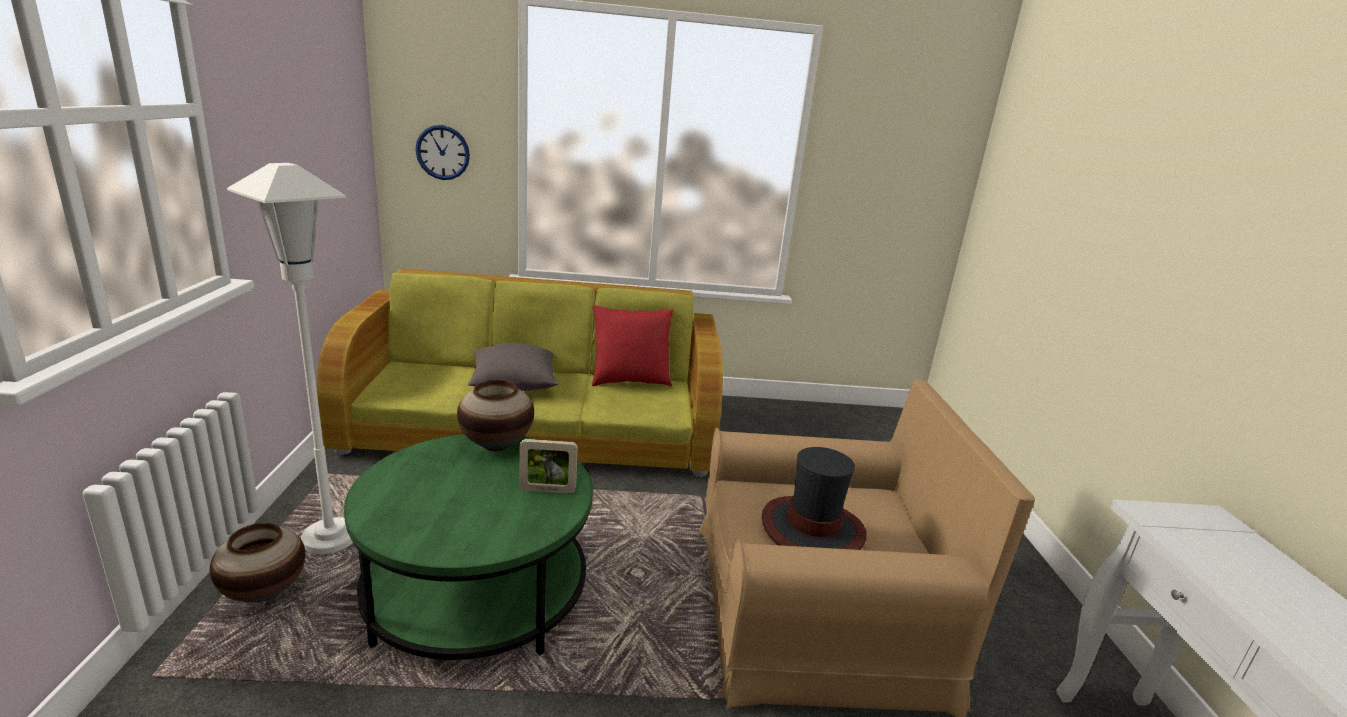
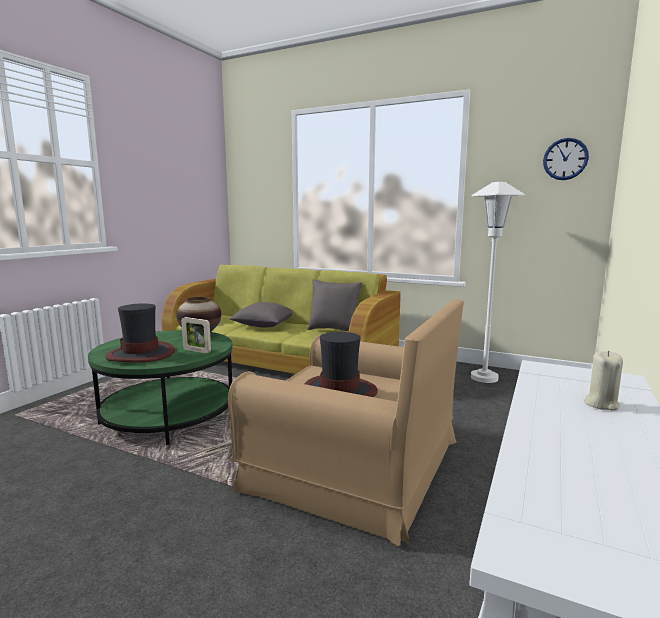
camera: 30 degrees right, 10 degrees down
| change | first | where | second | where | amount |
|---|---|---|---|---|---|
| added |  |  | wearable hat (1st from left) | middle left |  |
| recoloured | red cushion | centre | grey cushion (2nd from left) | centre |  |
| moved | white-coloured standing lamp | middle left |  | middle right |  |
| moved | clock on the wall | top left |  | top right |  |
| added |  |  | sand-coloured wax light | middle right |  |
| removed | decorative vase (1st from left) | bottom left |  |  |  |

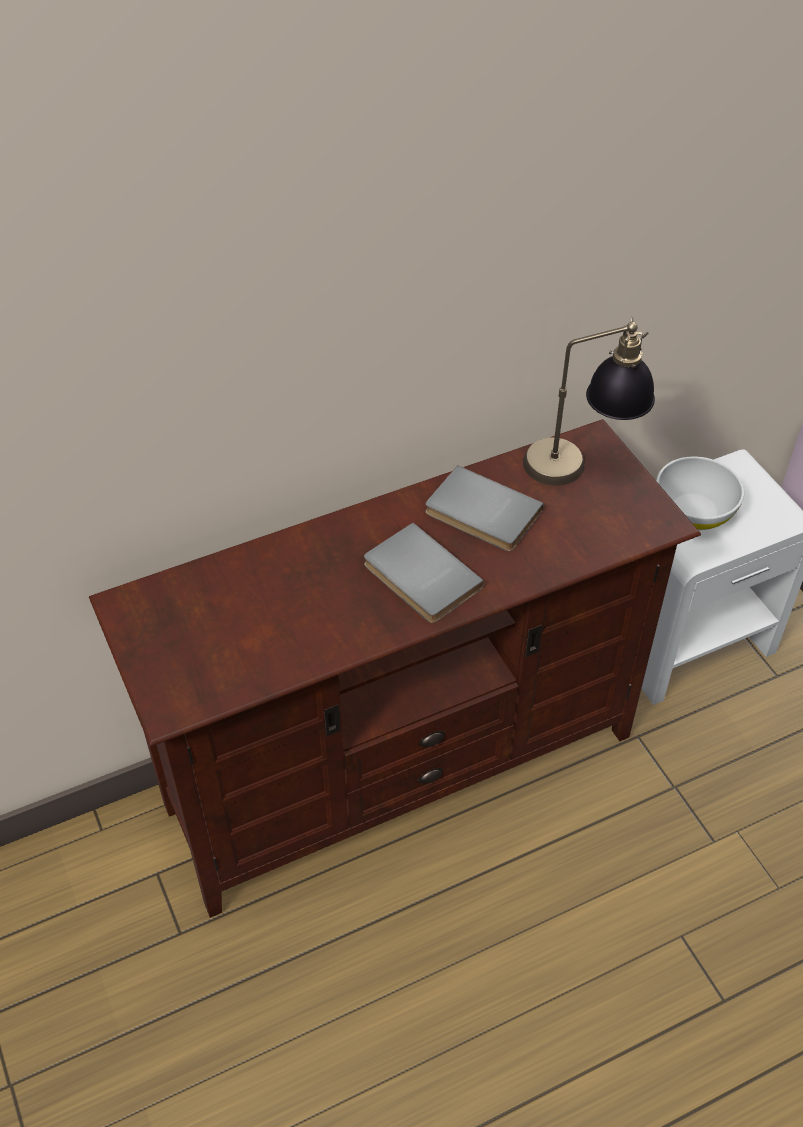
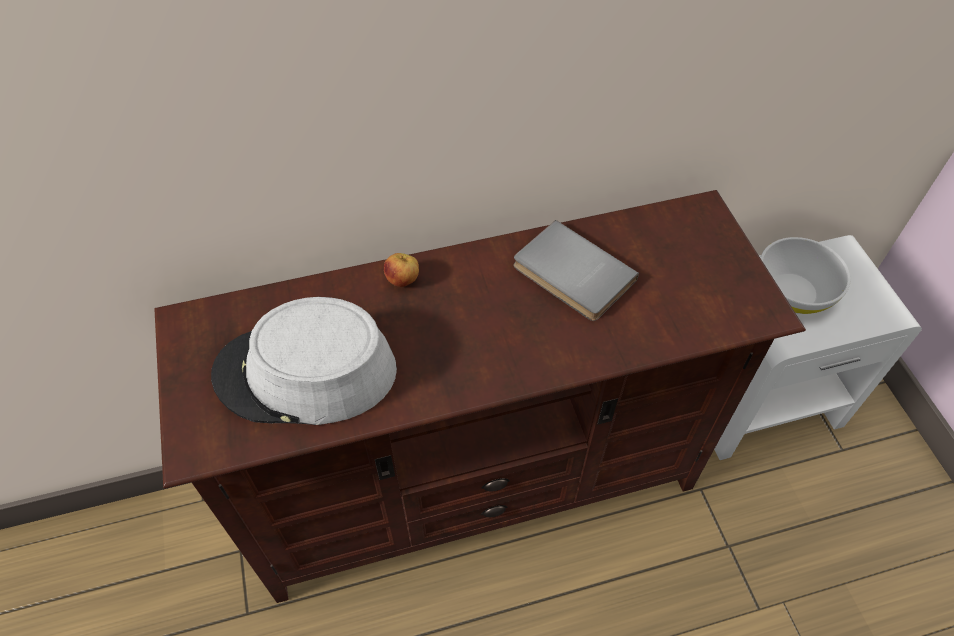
camera: 10 degrees right, 5 degrees up
| change | first | where | second | where | amount |
|---|---|---|---|---|---|
| added |  |  | grey wearable hat | middle left |  |
| added |  |  | apple fruit | centre |  |
| removed | grey book (1st from left) | centre |  |  |  |
| removed | lamp for a table | middle right |  |  |  |

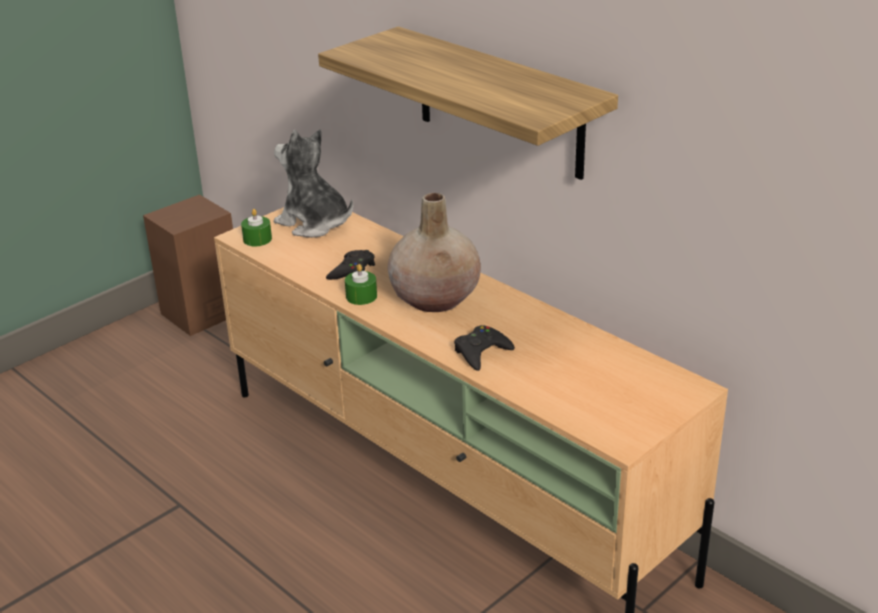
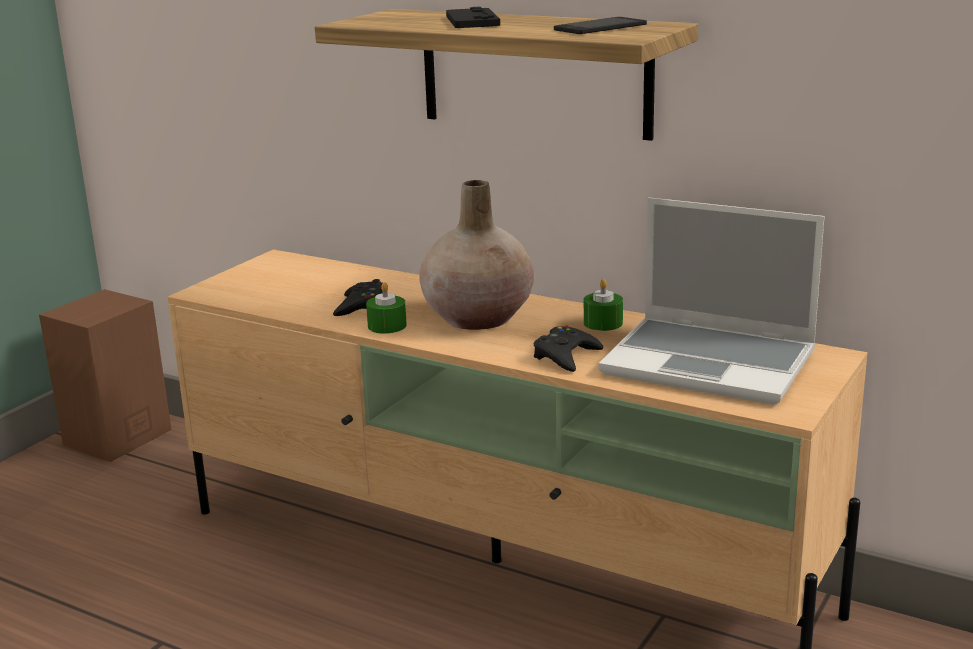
camera: 15 degrees left, 10 degrees down
| change | first | where | second | where | amount |
|---|---|---|---|---|---|
| added |  |  | black-coloured joypad (2nd from left) | top centre |  |
| added |  |  | handset | top centre |  |
| moved | green wax light (1st from left in the first image) | middle left | green wax light (2nd from left) | centre |  |
| added |  |  | portable computer | middle right |  |
| removed | soft toy | top centre |  |  |  |

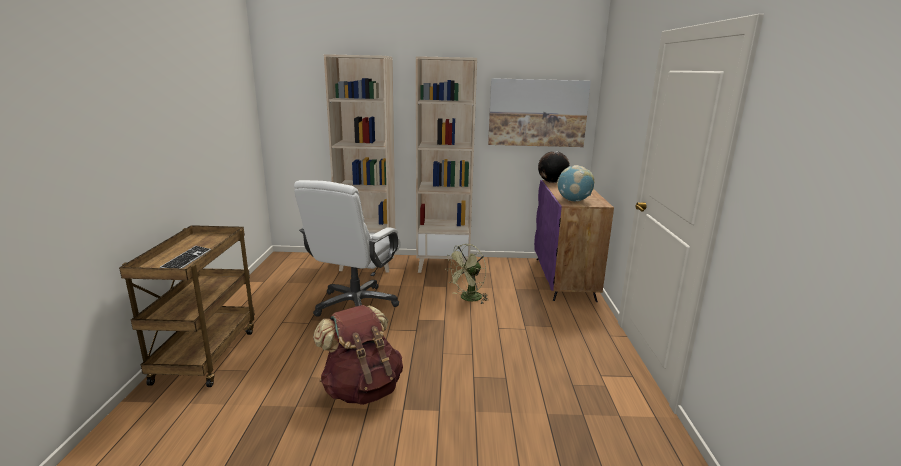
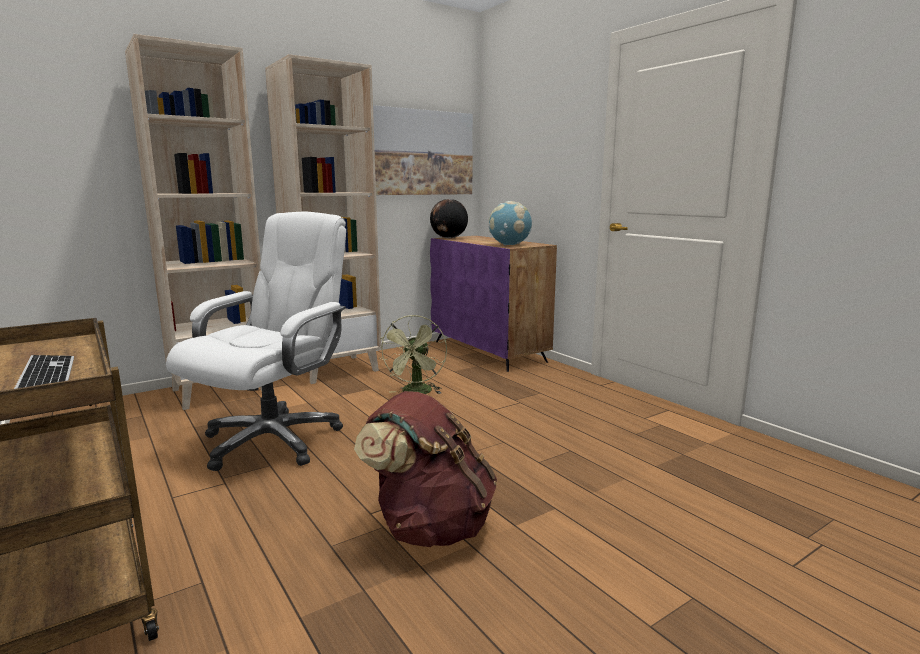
camera: 35 degrees left, 5 degrees down
| change | first | where | second | where | amount |
|---|---|---|---|---|---|
| turned | white-coloured office chair | centre |  | middle left | 135 degrees counterclockwise |

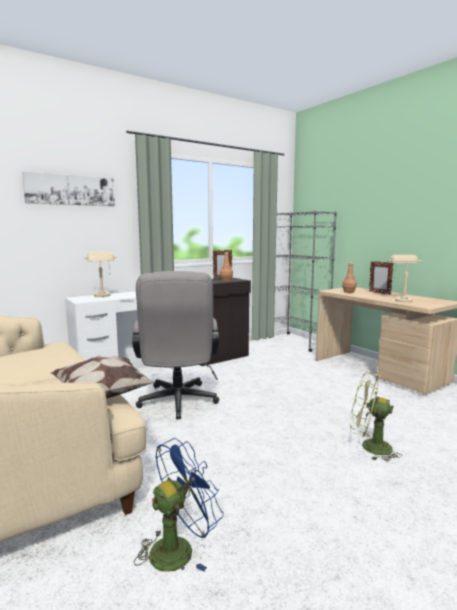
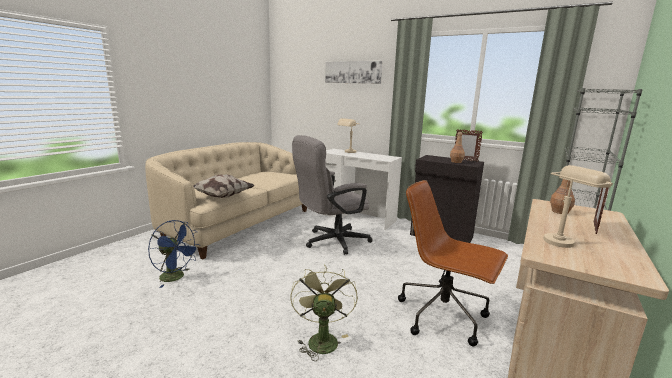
camera: 65 degrees right, 5 degrees up
| change | first | where | second | where | amount |
|---|---|---|---|---|---|
| added |  |  | brown-coloured office chair | bottom right |  |

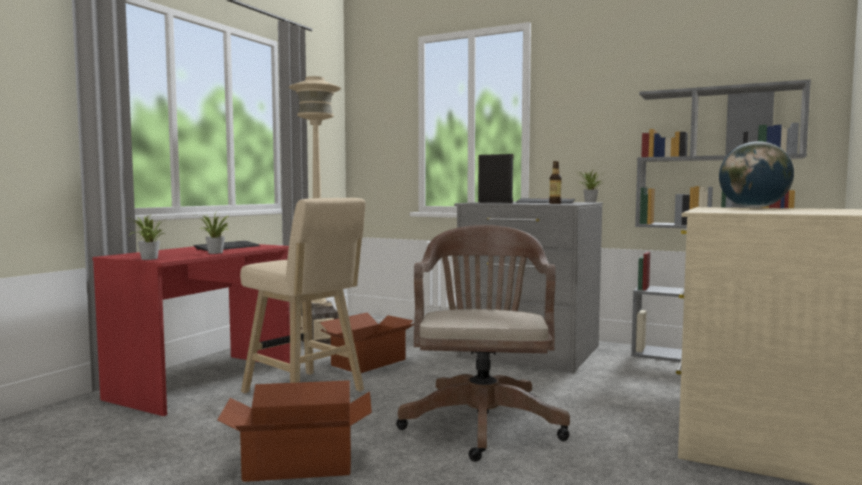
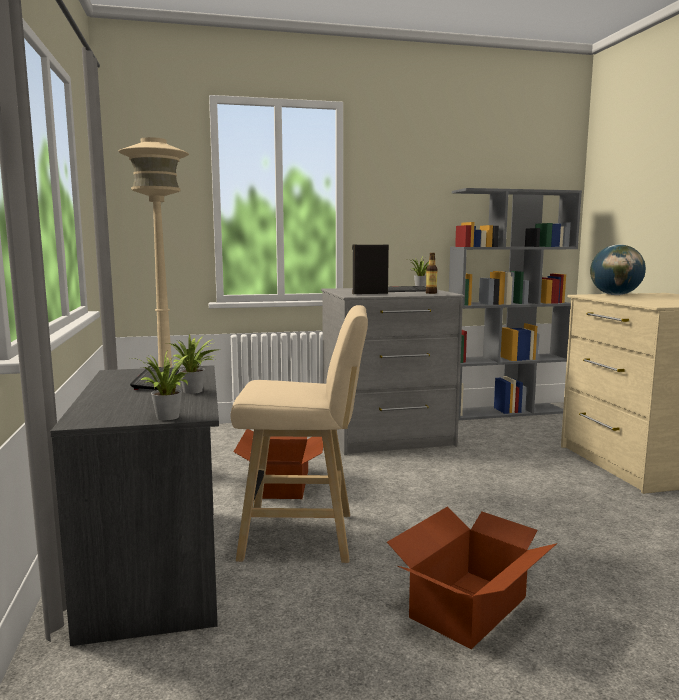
camera: 40 degrees left, 5 degrees up
| change | first | where | second | where | amount |
|---|---|---|---|---|---|
| recoloured | red desk | bottom left | grey desk | bottom left |  |
| removed | brown-coloured office chair | bottom centre |  |  |  |

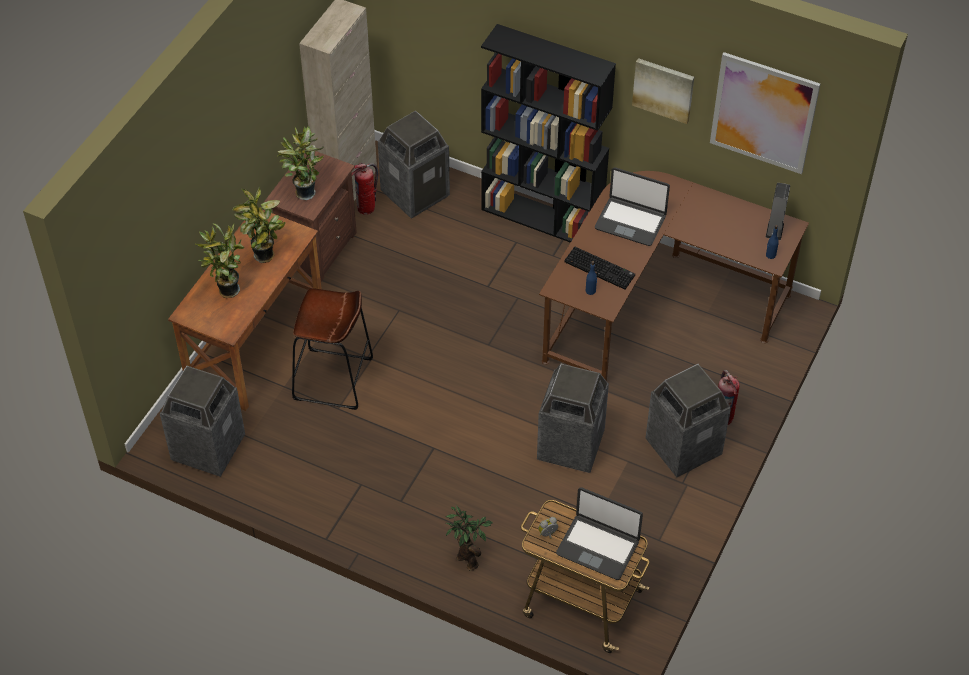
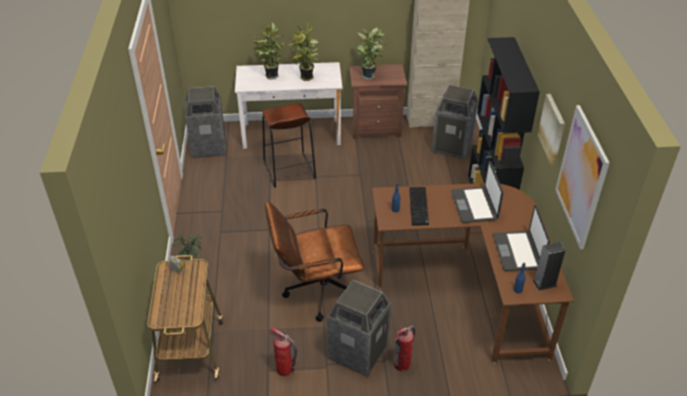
camera: 60 degrees right, 10 degrees down
| change | first | where | second | where | amount |
|---|---|---|---|---|---|
| recoloured | brown-coloured desk (1st from left) | middle left | white-coloured desk | top centre |  |
| replaced | waste bin (3rd from left) | centre | brown-coloured office chair | centre |  |
| moved | fire extinguisher (1st from left) | top centre |  | bottom centre |  |
| moved | portable computer (1st from left in the first image) | bottom centre | portable computer (2nd from left) | middle right |  |

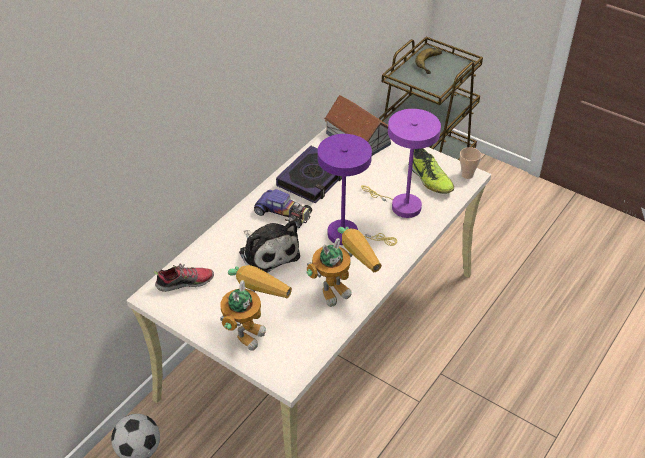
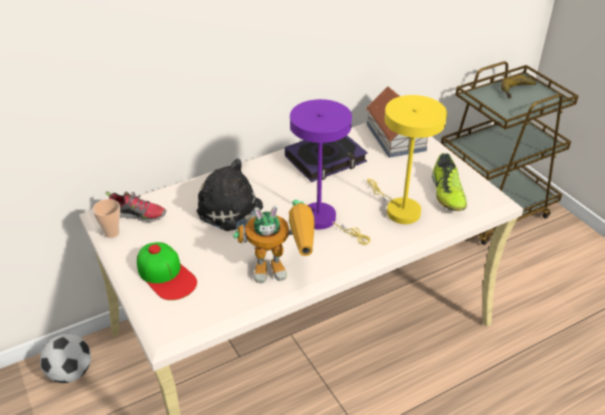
camera: 25 degrees right, 5 degrees down
| change | first | where | second | where | amount |
|---|---|---|---|---|---|
| moved | drinking cup | middle right |  | middle left |  |
| replaced | robot figure (1st from left) | bottom centre | cap | middle left |  |
| turned | soft toy | centre |  | centre | 135 degrees clockwise |
| recoloured | purple-coloured lamp for a table (2nd from left) | centre | yellowish lamp for a table | middle right |  |
| removed | toy car | centre |  |  |  |

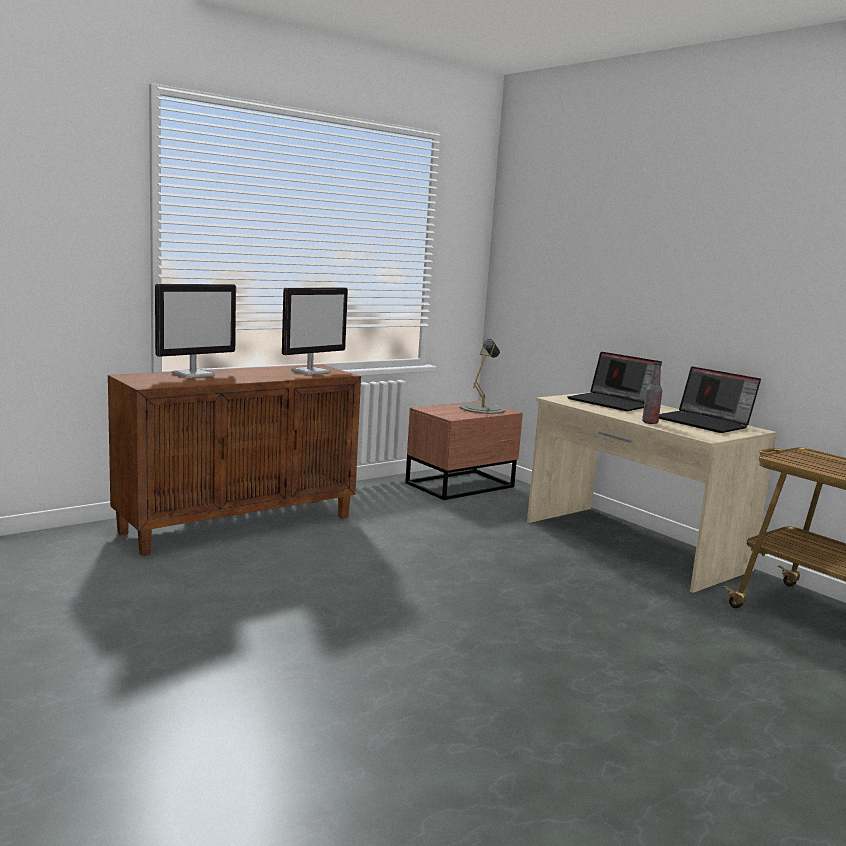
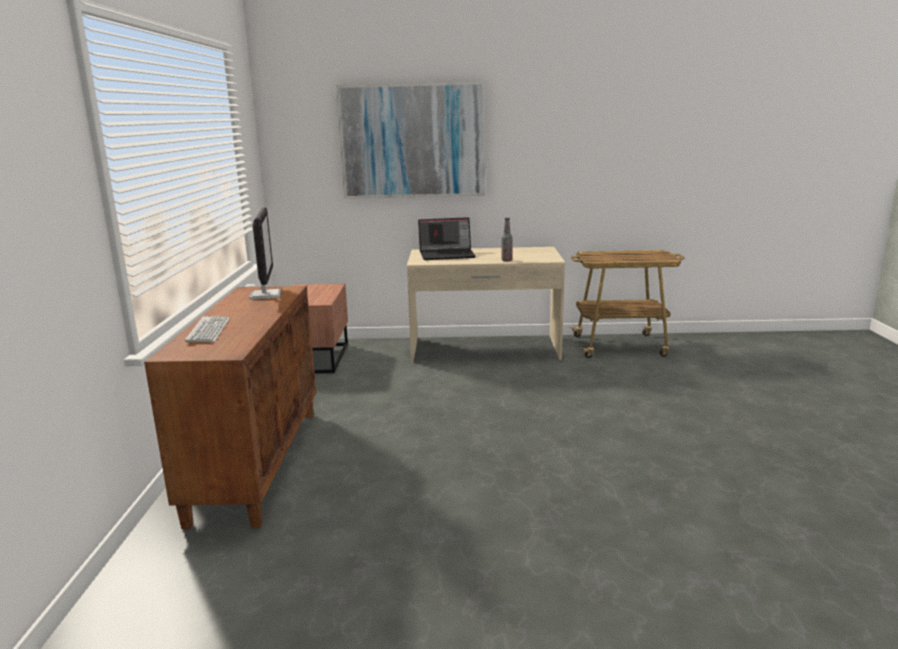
camera: 50 degrees left, 5 degrees up
| change | first | where | second | where | amount |
|---|---|---|---|---|---|
| replaced | computer screen (1st from left) | middle left | PC keyboard | middle left |  |
| added |  |  | wall picture | top centre |  |
| removed | grey lamp for a table | centre |  |  |  |
| removed | portable computer (2nd from left) | middle right |  |  |  |

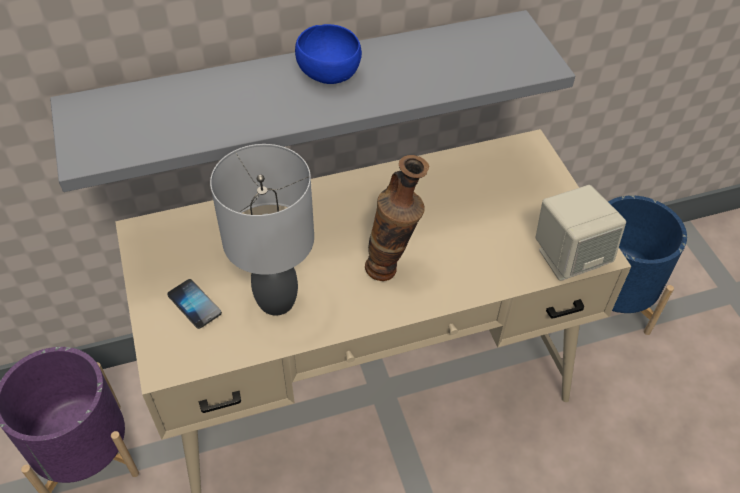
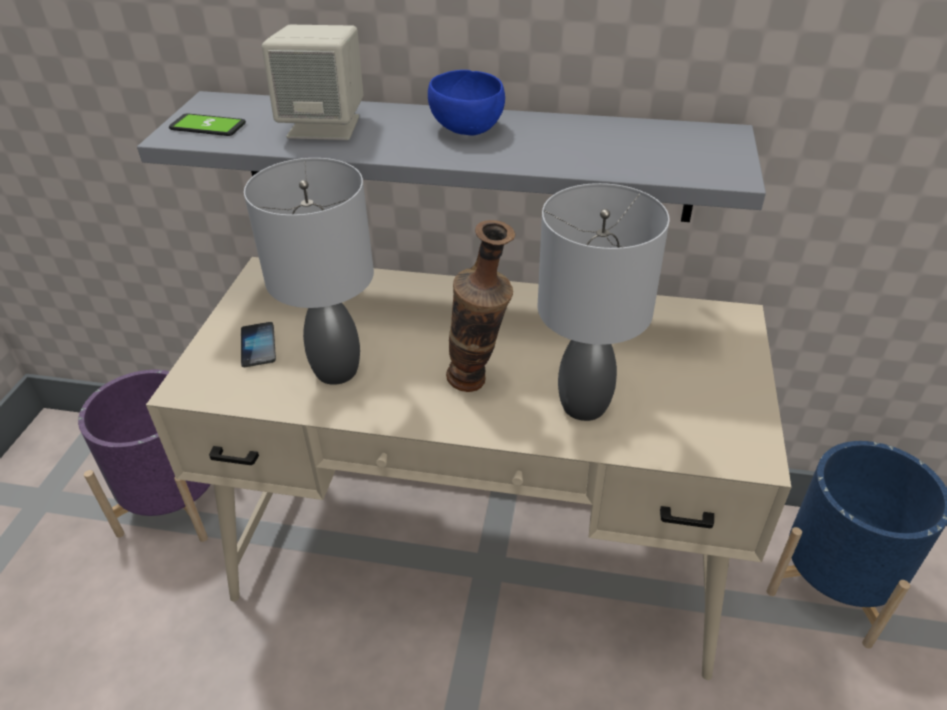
camera: 30 degrees right, 10 degrees down
| change | first | where | second | where | amount |
|---|---|---|---|---|---|
| added |  |  | handset (1st from left) | top left |  |
| moved | sand-coloured audio speaker | middle right |  | top left |  |
| added |  |  | grey lamp for a table (2nd from left) | centre |  |

